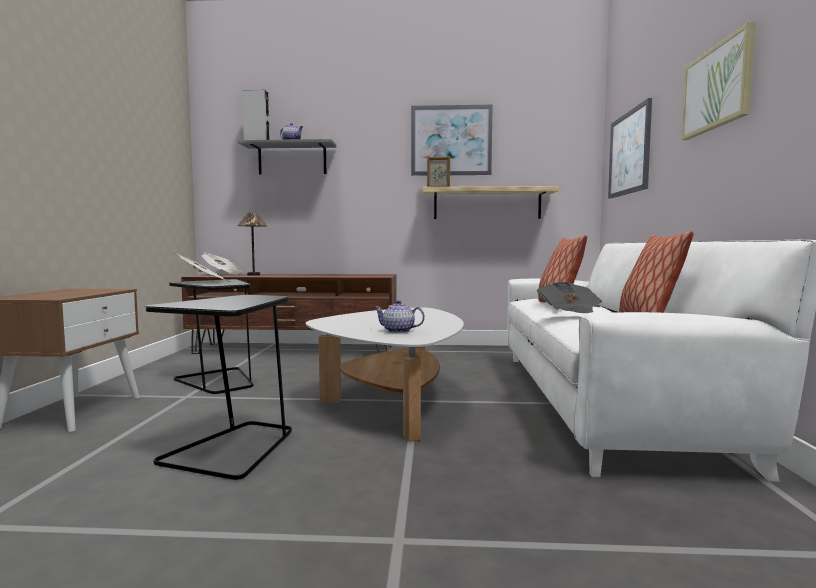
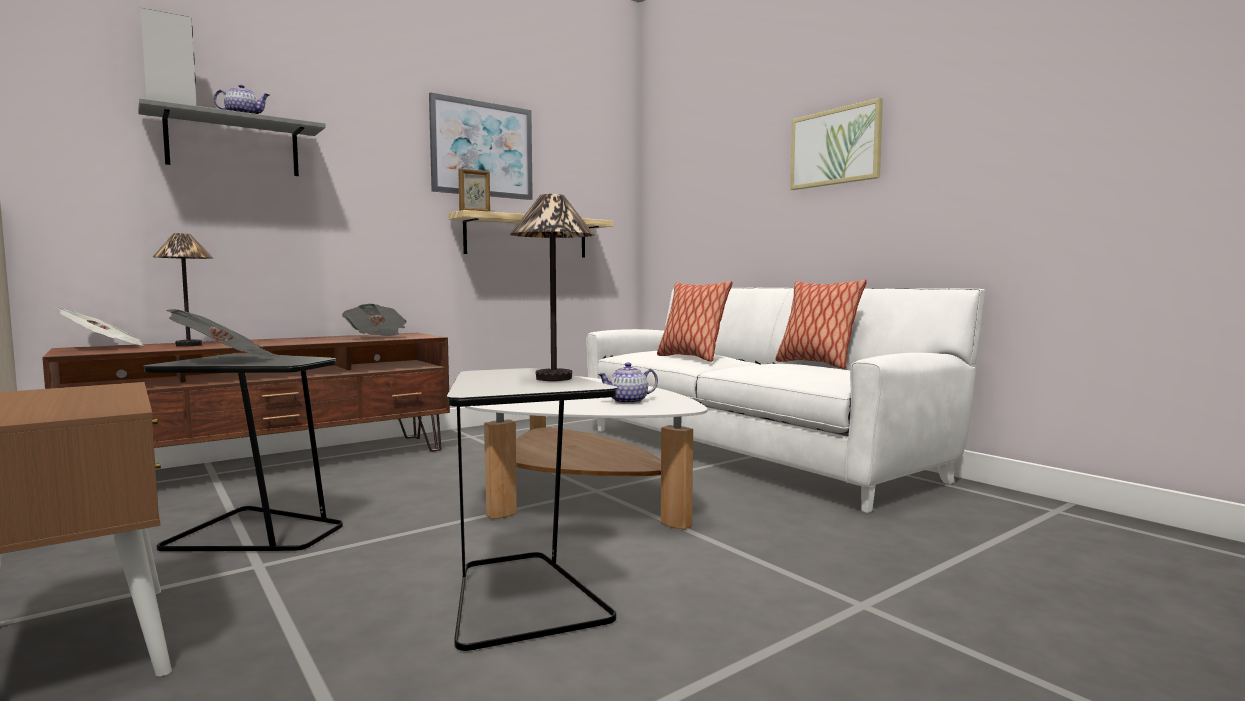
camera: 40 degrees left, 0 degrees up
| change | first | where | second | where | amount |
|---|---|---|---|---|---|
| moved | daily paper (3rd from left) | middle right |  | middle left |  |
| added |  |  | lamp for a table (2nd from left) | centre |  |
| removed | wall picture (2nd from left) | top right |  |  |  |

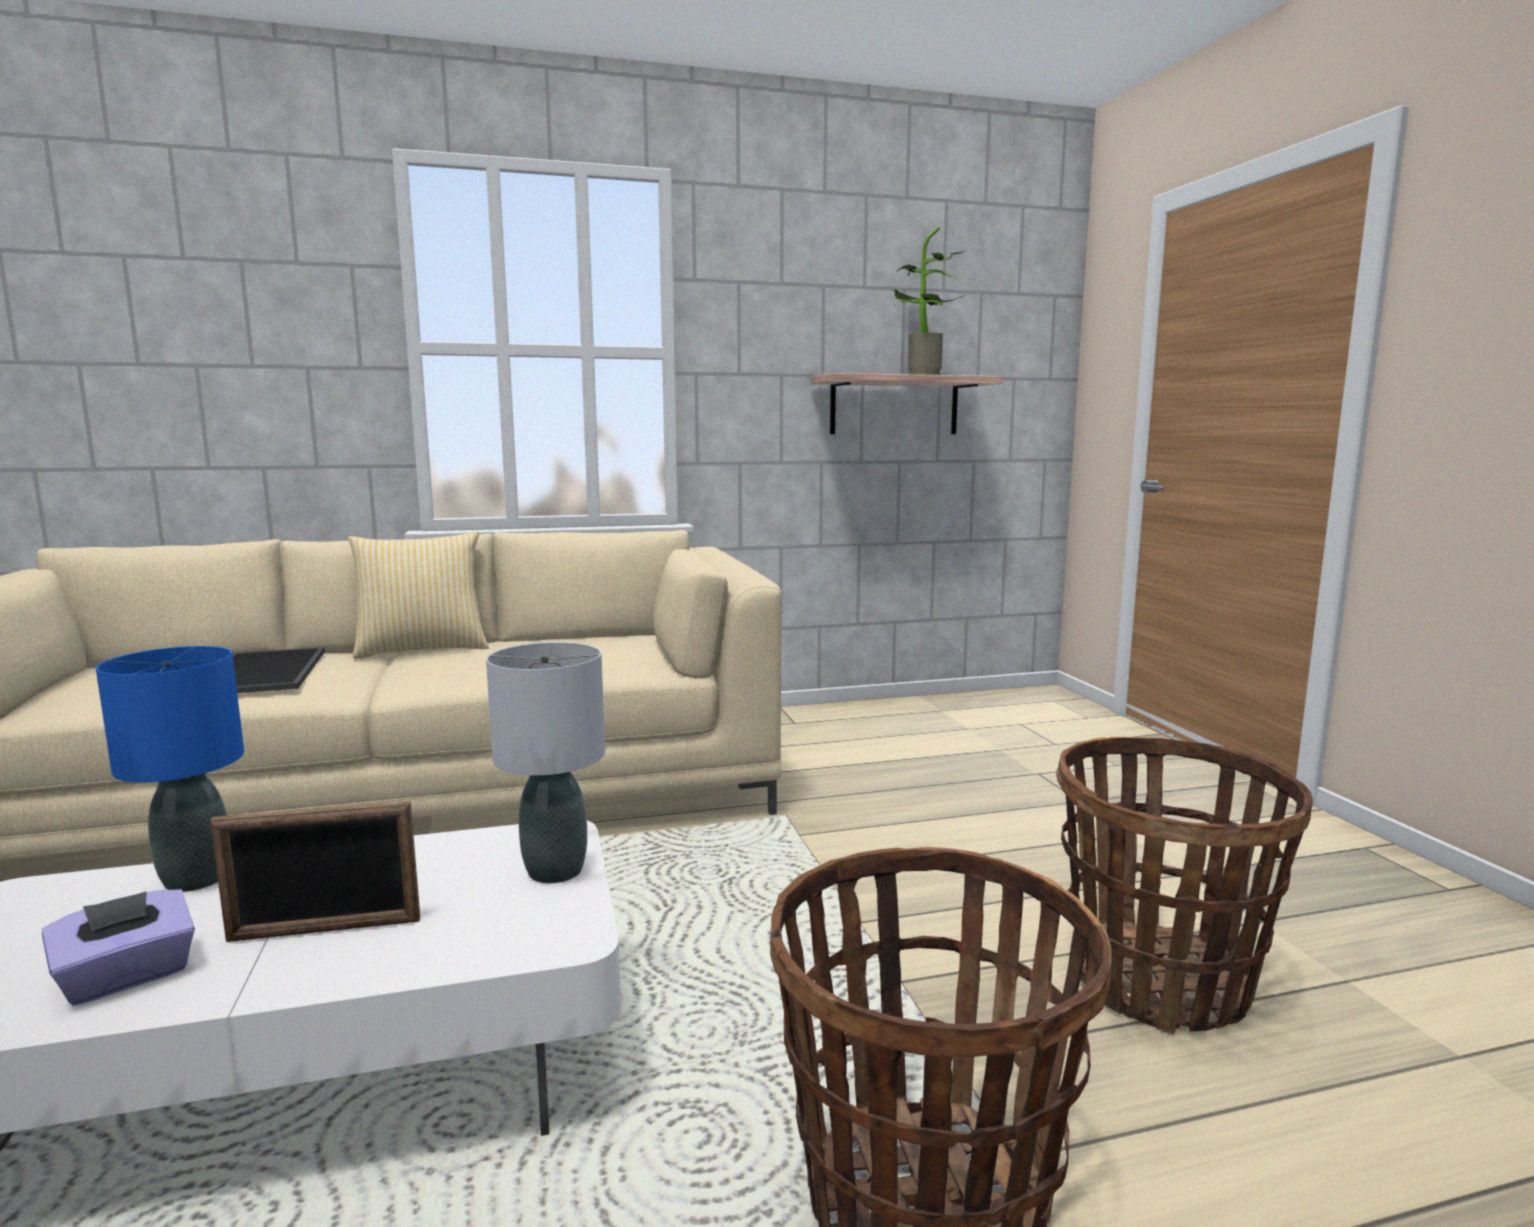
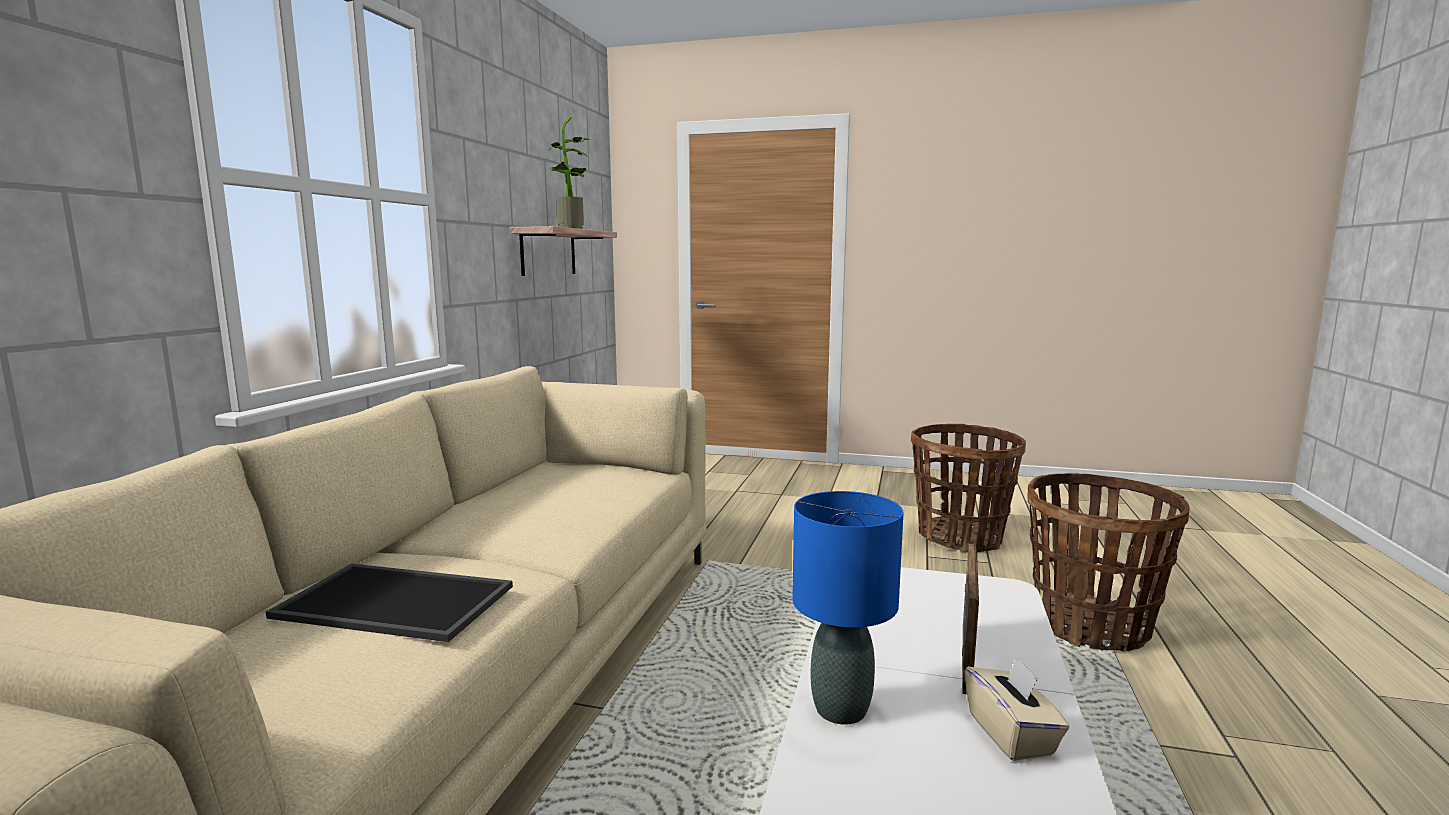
camera: 60 degrees left, 0 degrees up
| change | first | where | second | where | amount |
|---|---|---|---|---|---|
| recoloured | purple-coloured tissue holder | bottom left | sand-coloured tissue holder | bottom right |  |
| removed | cushion | middle left |  |  |  |
| removed | grey lamp for a table | centre |  |  |  |

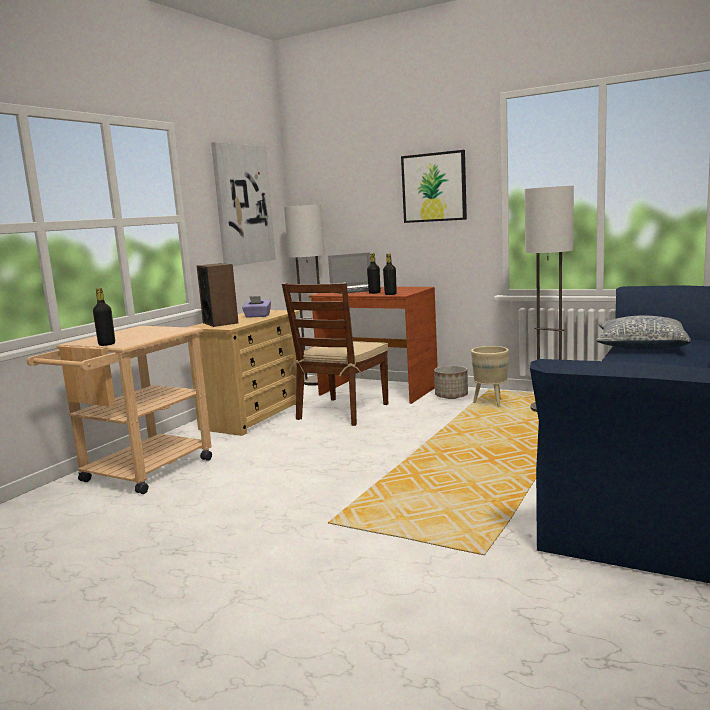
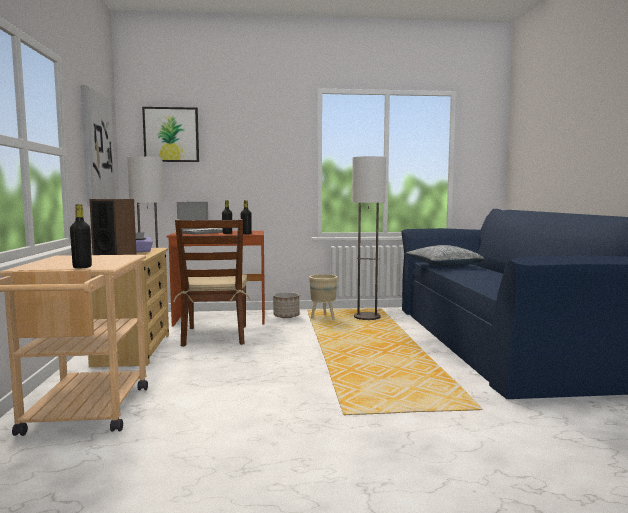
camera: 35 degrees left, 5 degrees down
| change | first | where | second | where | amount |
|---|---|---|---|---|---|
| moved | wall picture (2nd from left) | top centre |  | top left |  |

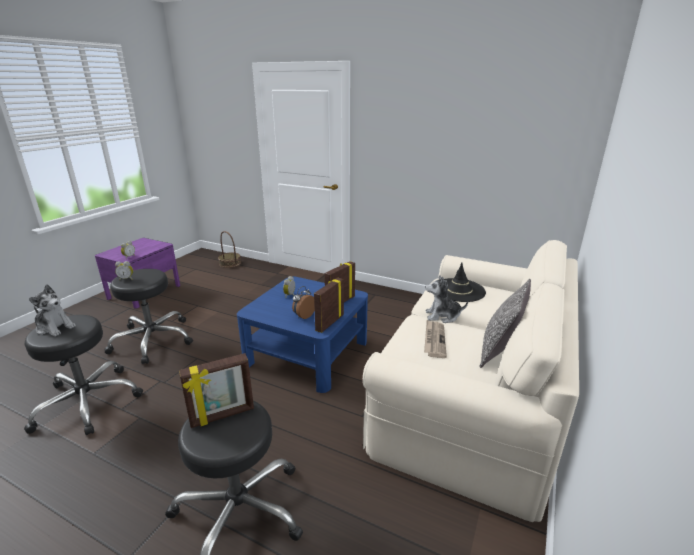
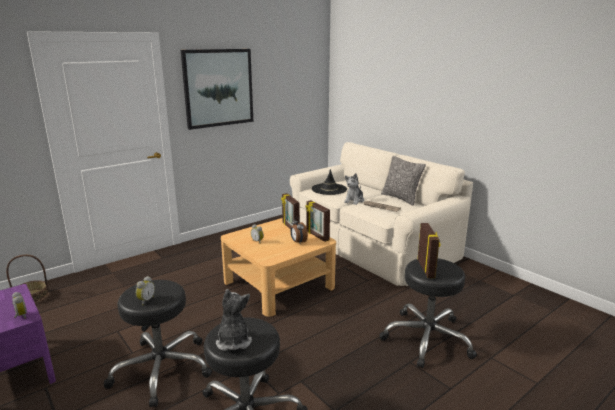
camera: 65 degrees left, 5 degrees down
| change | first | where | second | where | amount |
|---|---|---|---|---|---|
| added |  |  | wall picture | top centre |  |
| turned | soft toy (1st from left) | middle left |  | bottom centre | 60 degrees counterclockwise |
| recoloured | blue lounge table | centre | sand-coloured lounge table | centre |  |

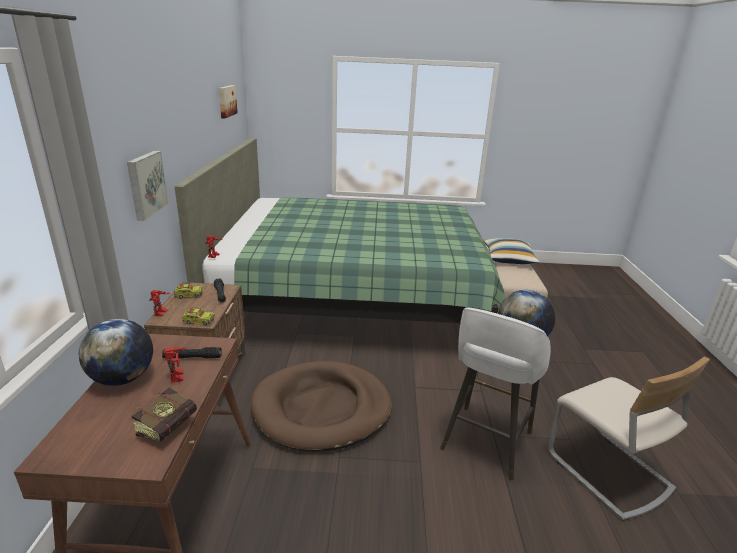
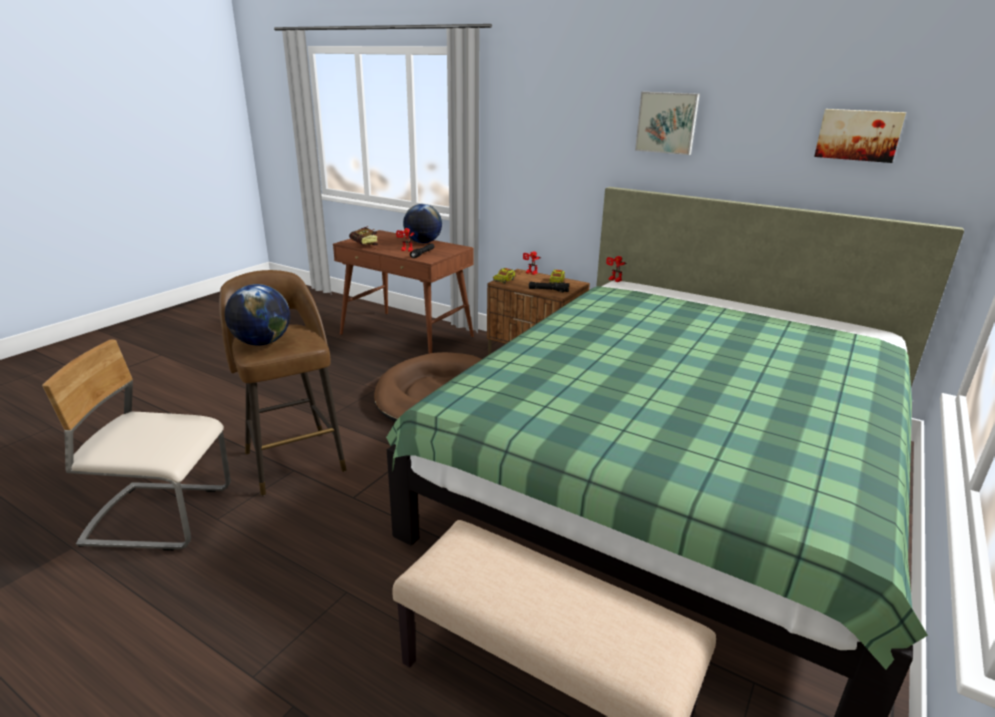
camera: 120 degrees right, 0 degrees up
| change | first | where | second | where | amount |
|---|---|---|---|---|---|
| recoloured | white-coloured sitting stool | bottom right | brown-coloured sitting stool | middle left |  |
| moved | wall picture (1st from left) | middle left |  | top right |  |
| removed | cushion | middle right |  |  |  |

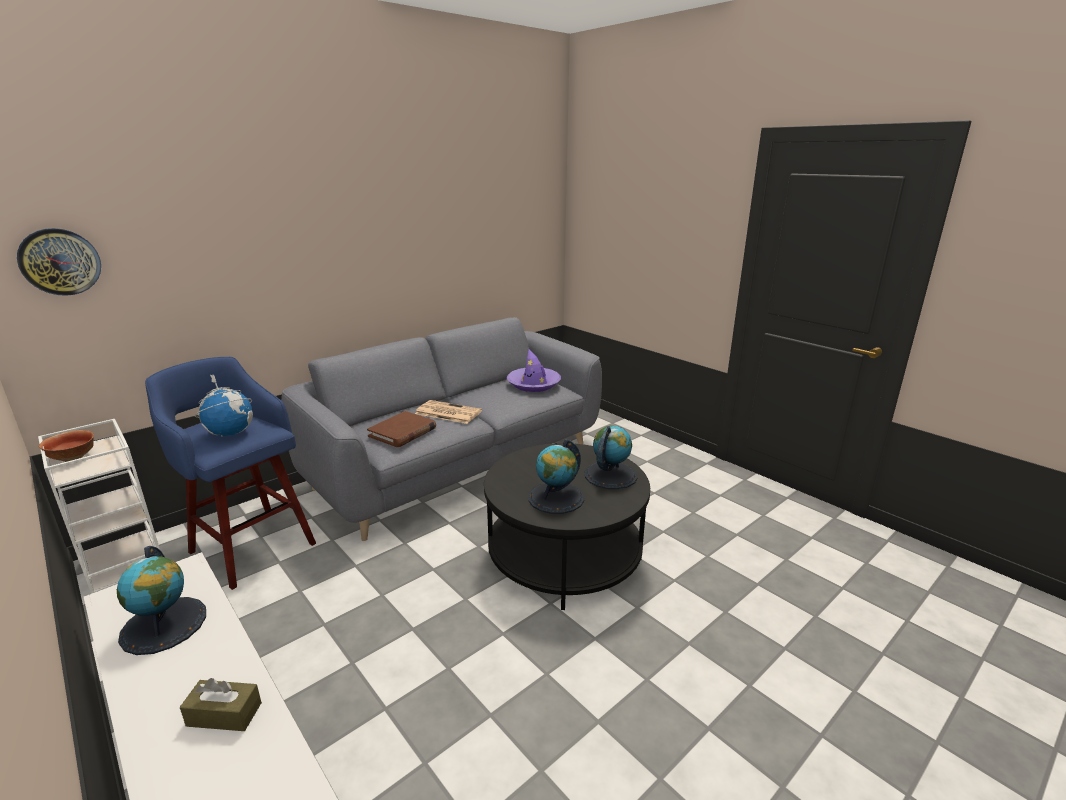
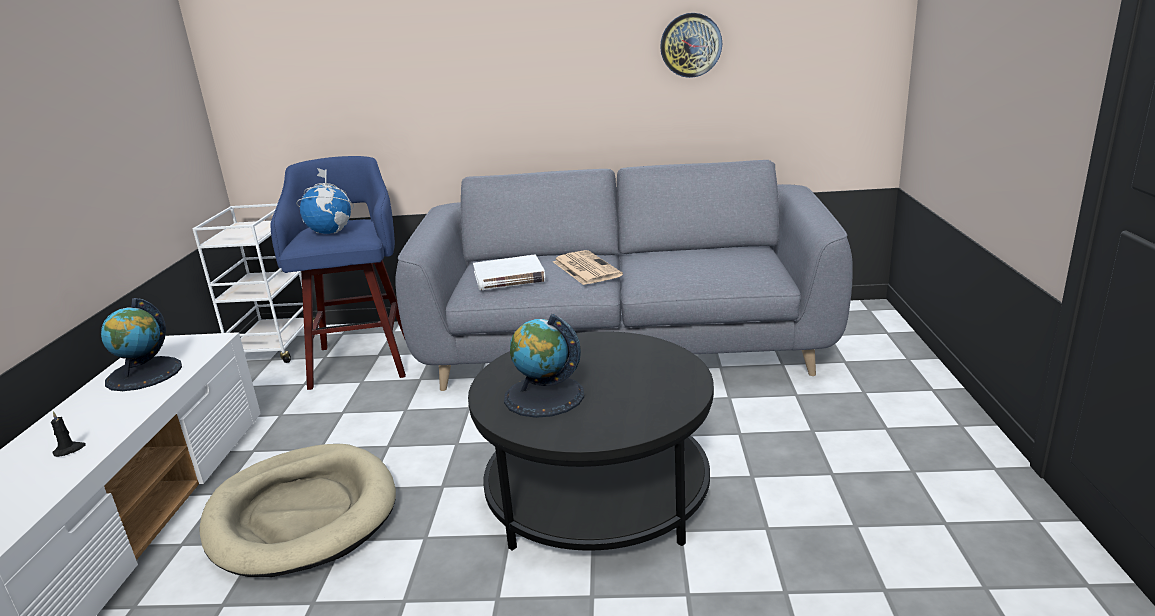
camera: 45 degrees right, 0 degrees up
| change | first | where | second | where | amount |
|---|---|---|---|---|---|
| replaced | brown-coloured tissue holder | bottom left | black-coloured wax light | bottom left |  |
| added |  |  | sand-coloured dog cushion | bottom left |  |
| recoloured | brown-coloured book | centre | white-coloured book | centre |  |
| moved | clock on the wall | top left |  | top centre |  |
| removed | bowl | middle left |  |  |  |
| removed | purple-coloured wearable hat | centre |  |  |  |
| removed | world globe (4th from left) | centre |  |  |  |

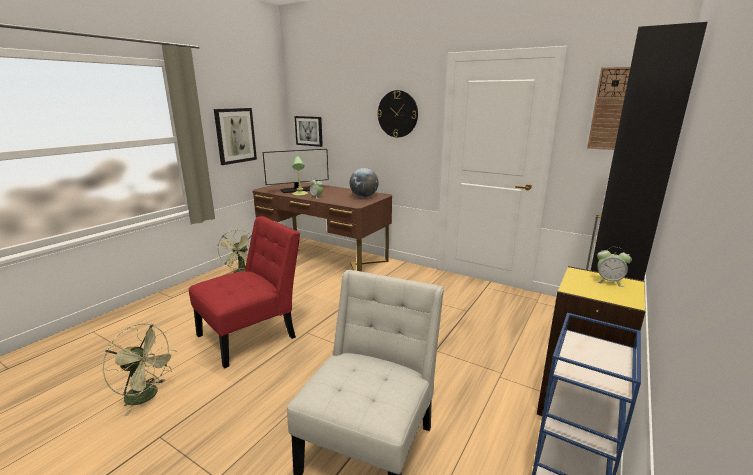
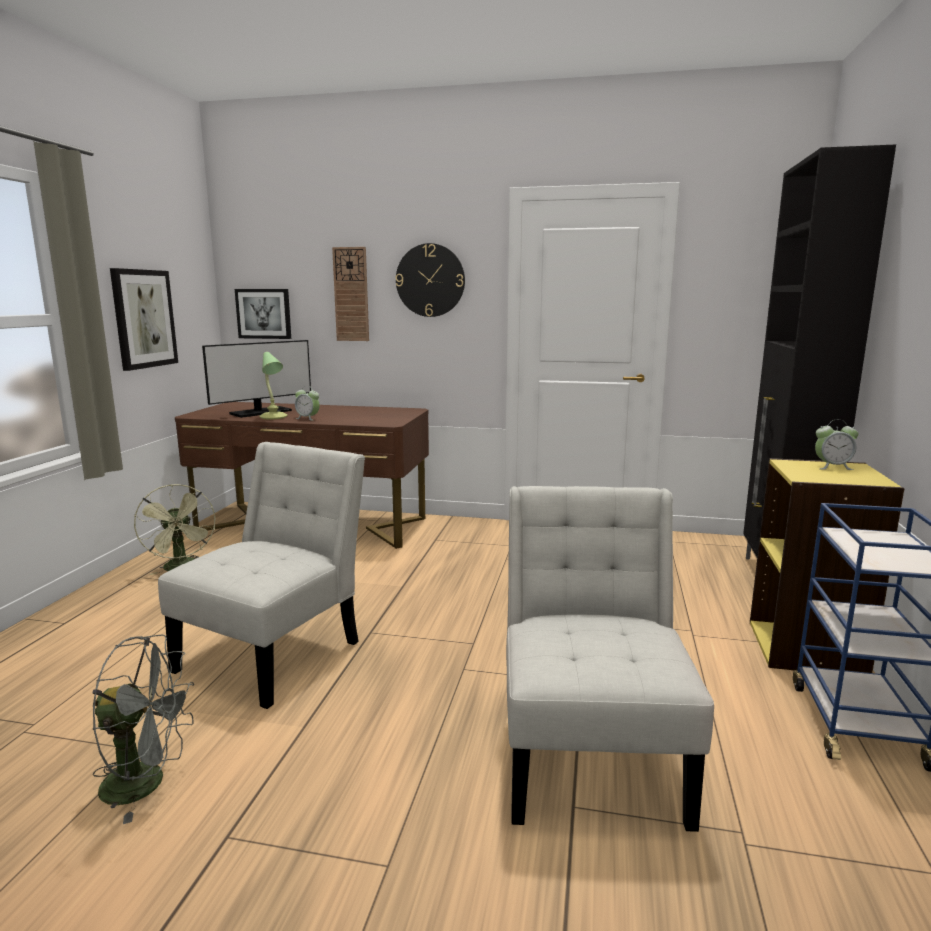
camera: 20 degrees left, 5 degrees down
| change | first | where | second | where | amount |
|---|---|---|---|---|---|
| recoloured | green fan (1st from left) | bottom left | grey fan | bottom left |  |
| recoloured | red chair | middle left | white-coloured chair (1st from left) | middle left |  |
| moved | clock on the wall (2nd from left in the first image) | top right | clock on the wall (1st from left) | top centre |  |
| removed | world globe | centre |  |  |  |

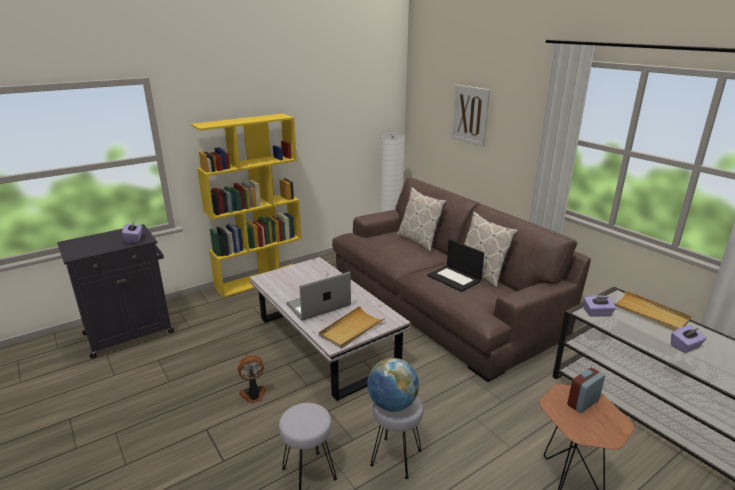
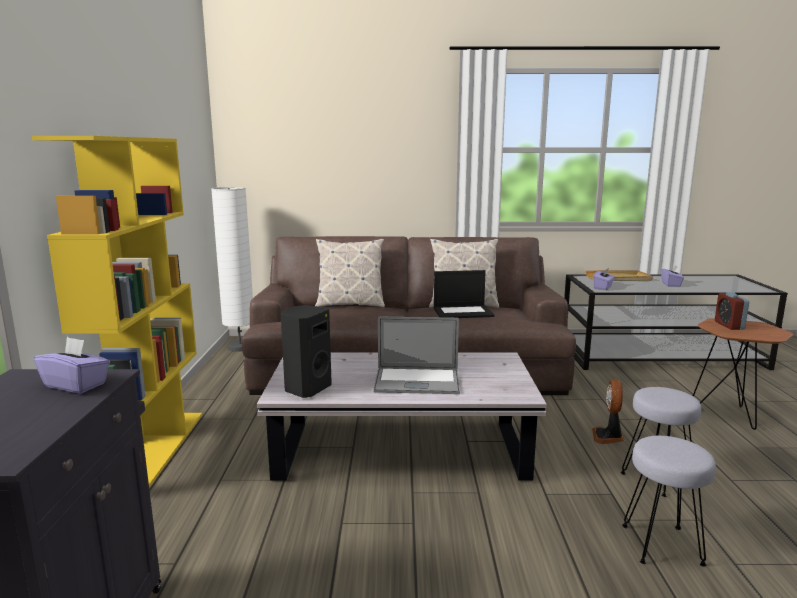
camera: 55 degrees left, 10 degrees down
| change | first | where | second | where | amount |
|---|---|---|---|---|---|
| added |  |  | black-coloured audio speaker | centre |  |
| turned | portable computer (1st from left) | centre |  | centre | 90 degrees counterclockwise |
| moved | fan | bottom centre |  | bottom right |  |
| removed | sand-coloured carrying tray (1st from left) | bottom centre |  |  |  |
| removed | world globe | bottom centre |  |  |  |
| removed | wall picture | top centre |  |  |  |

